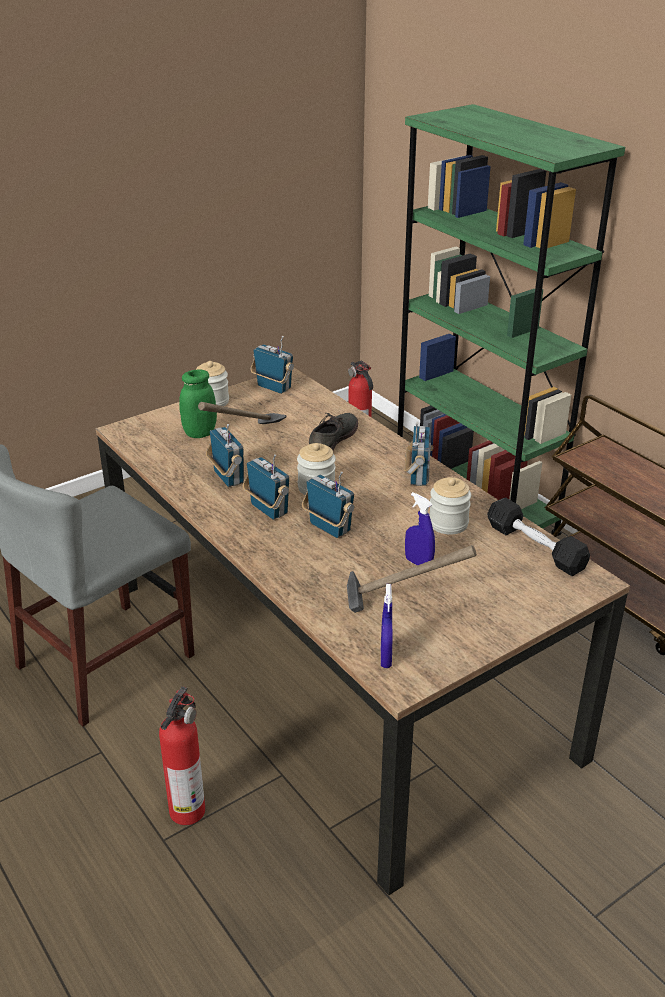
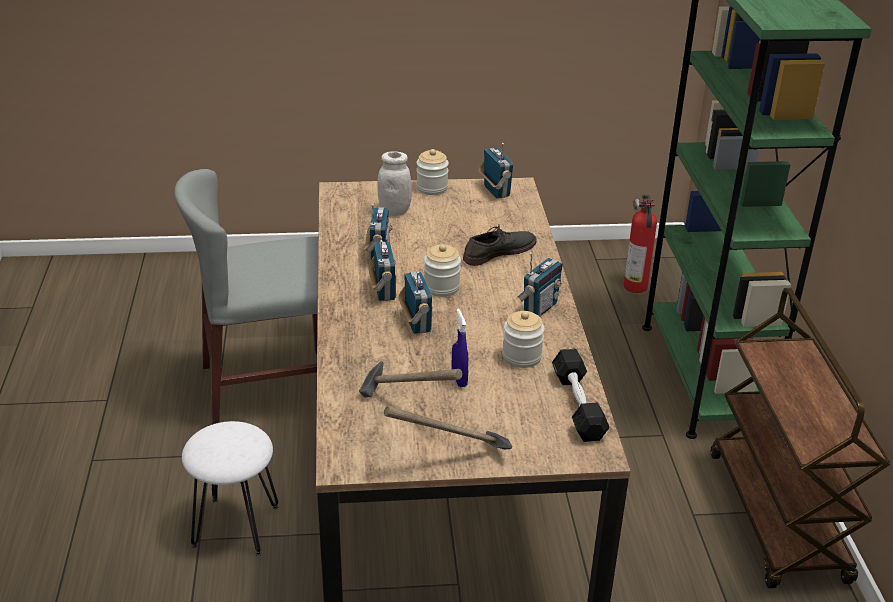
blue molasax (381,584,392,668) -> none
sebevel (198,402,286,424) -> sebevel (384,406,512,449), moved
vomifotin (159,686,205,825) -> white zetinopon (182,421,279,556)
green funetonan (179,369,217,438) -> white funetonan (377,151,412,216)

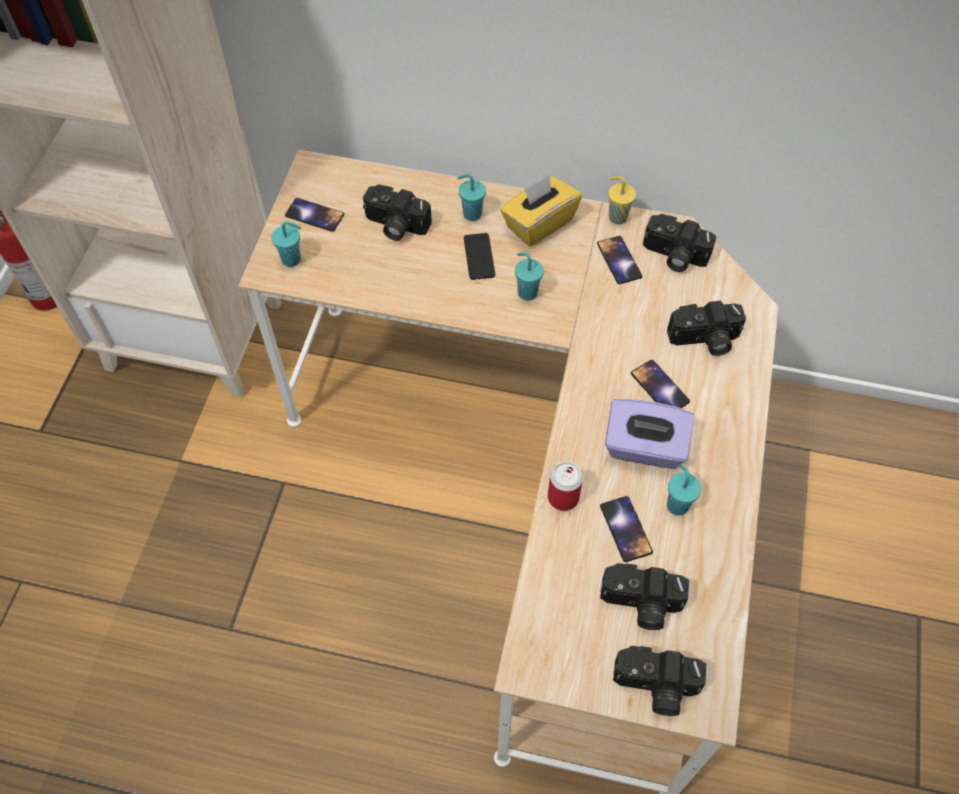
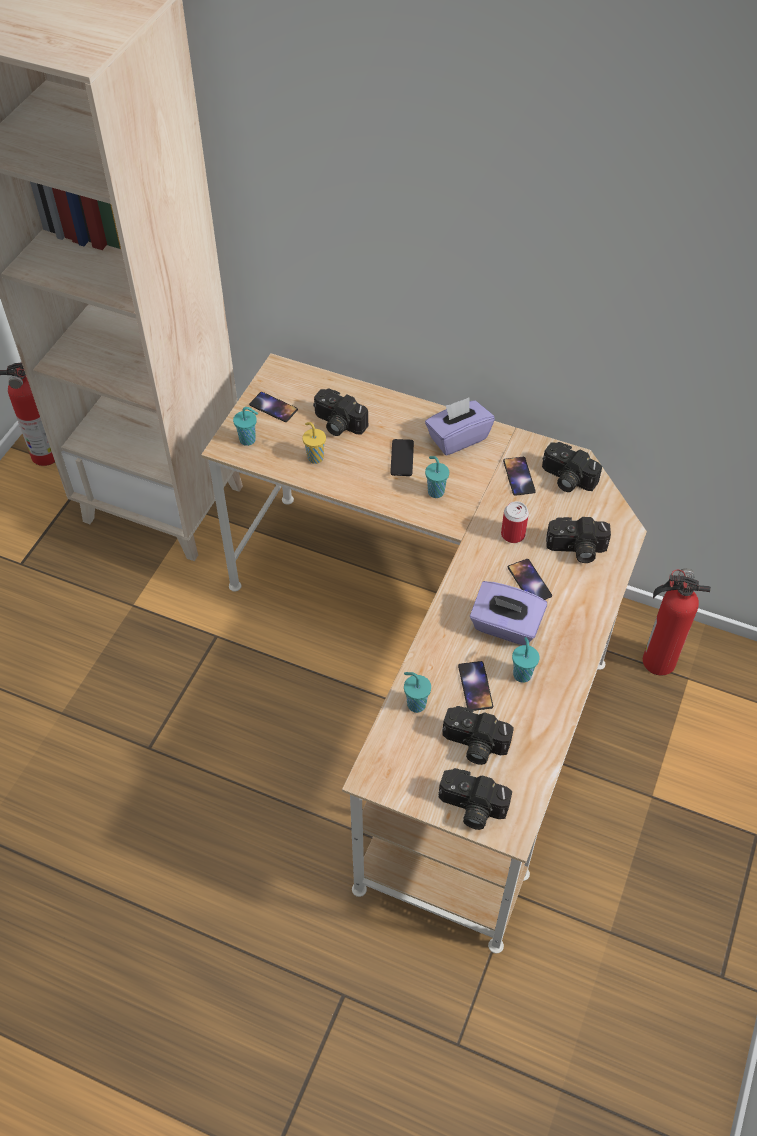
none -> vomifotin (643,568,711,676)
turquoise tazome (457,174,486,221) -> turquoise tazome (404,672,431,713), moved
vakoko (548,461,583,511) -> vakoko (501,501,529,543), moved
yellow tazome (608,176,636,224) -> yellow tazome (302,422,326,464), moved
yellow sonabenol (500,174,582,247) -> purple sonabenol (425,398,495,455)

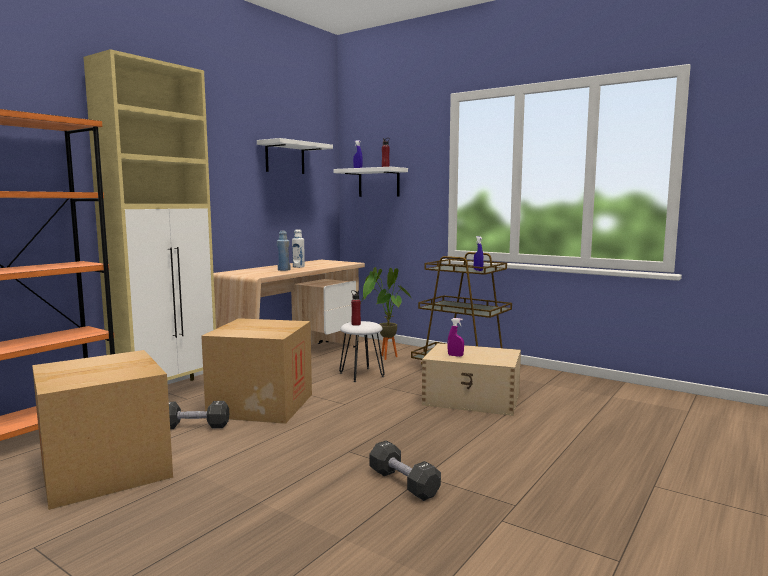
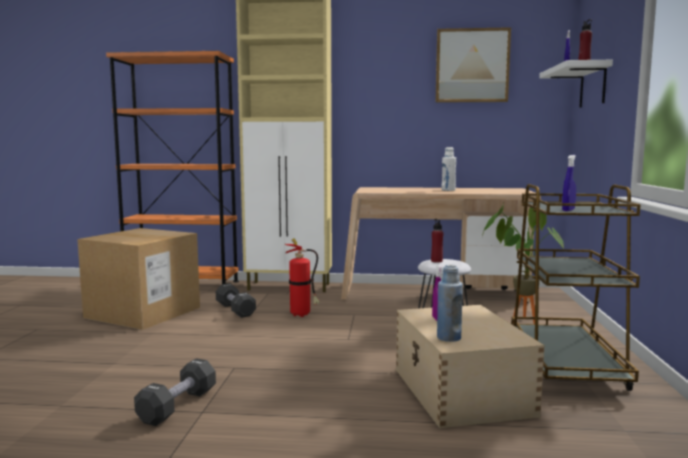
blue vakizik (277,231,291,271) -> blue vakizik (437,264,463,342), moved
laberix (201,318,312,424) -> vomifotin (284,239,320,317)
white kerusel (257,138,333,174) -> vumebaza (435,27,511,103)

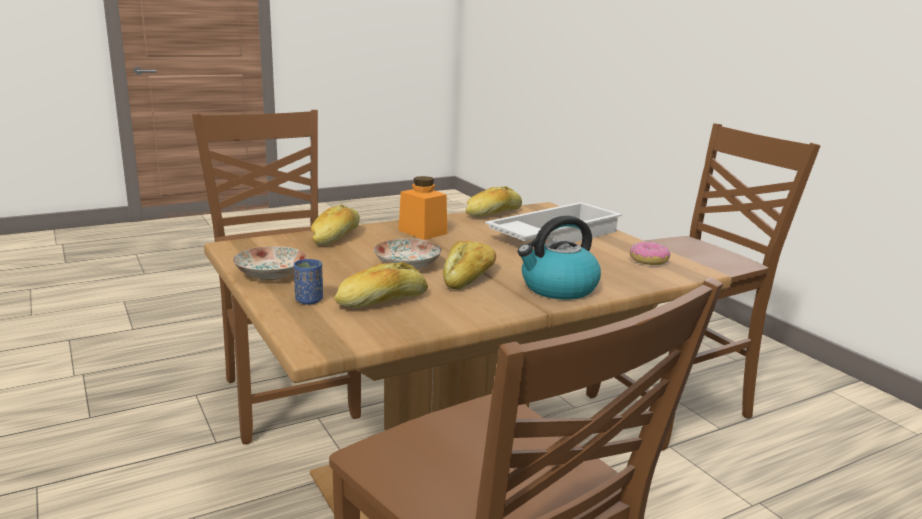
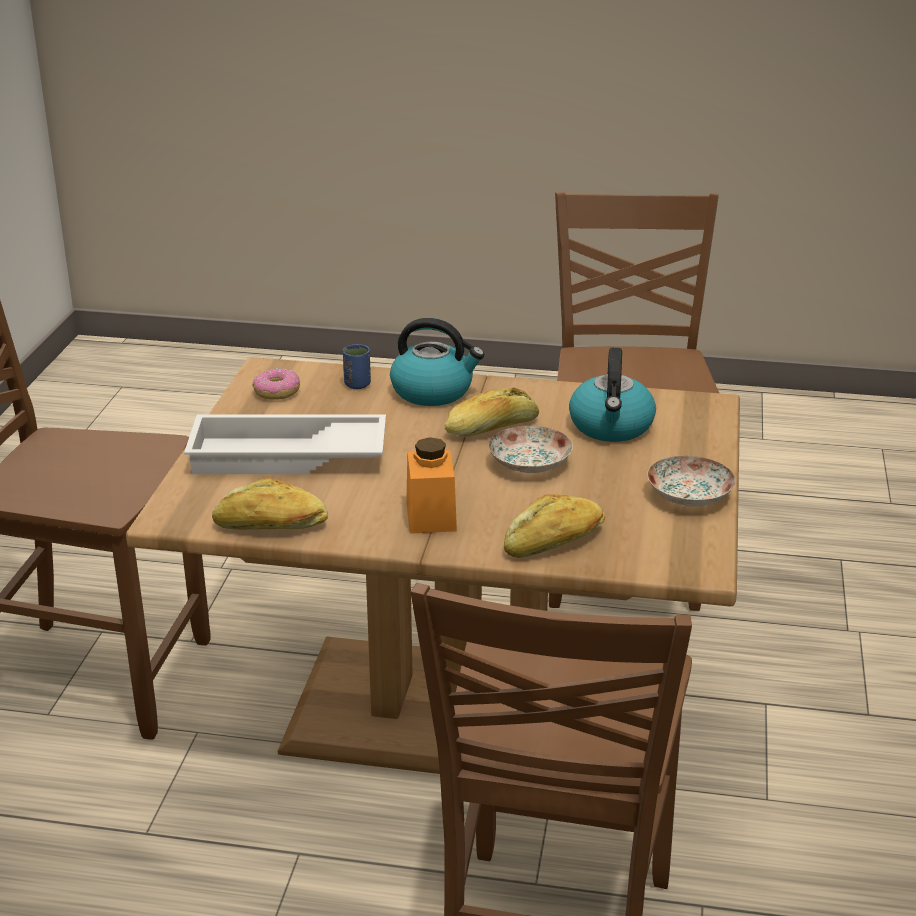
blue tazome (294,259,323,304) -> blue tazome (343,344,371,389), moved
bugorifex (335,262,428,309) -> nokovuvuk (569,348,656,442)

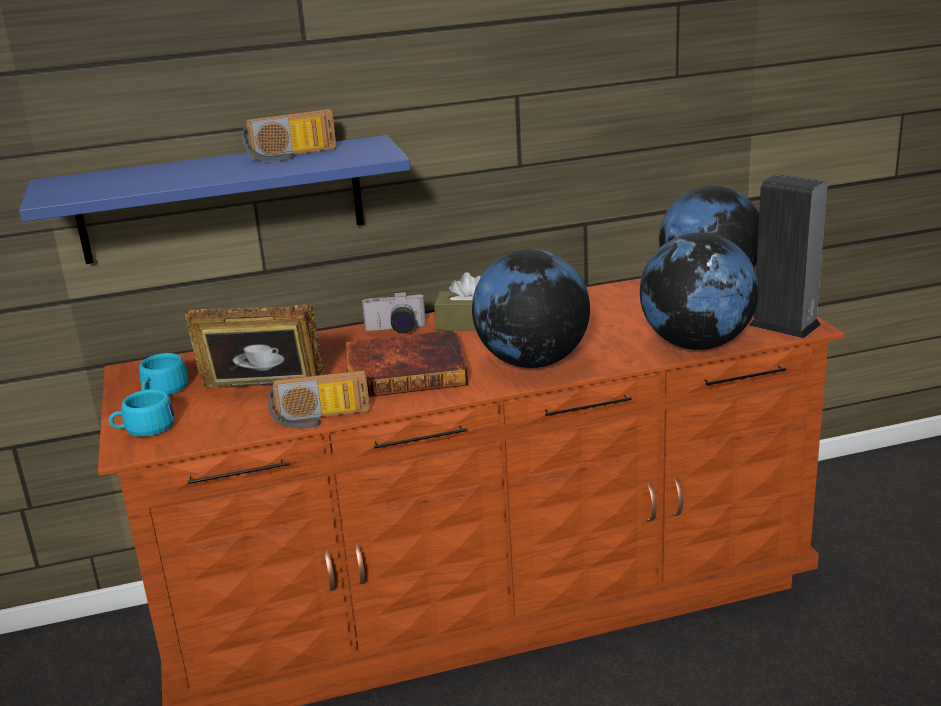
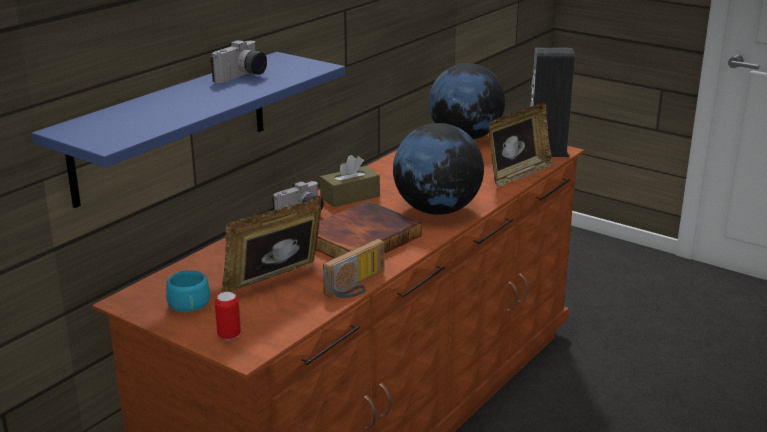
turquoise tazome (109,389,175,437) -> vakoko (215,292,241,340)
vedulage (242,109,336,162) -> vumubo (210,40,267,83)
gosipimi (640,233,759,350) -> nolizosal (488,103,553,187)

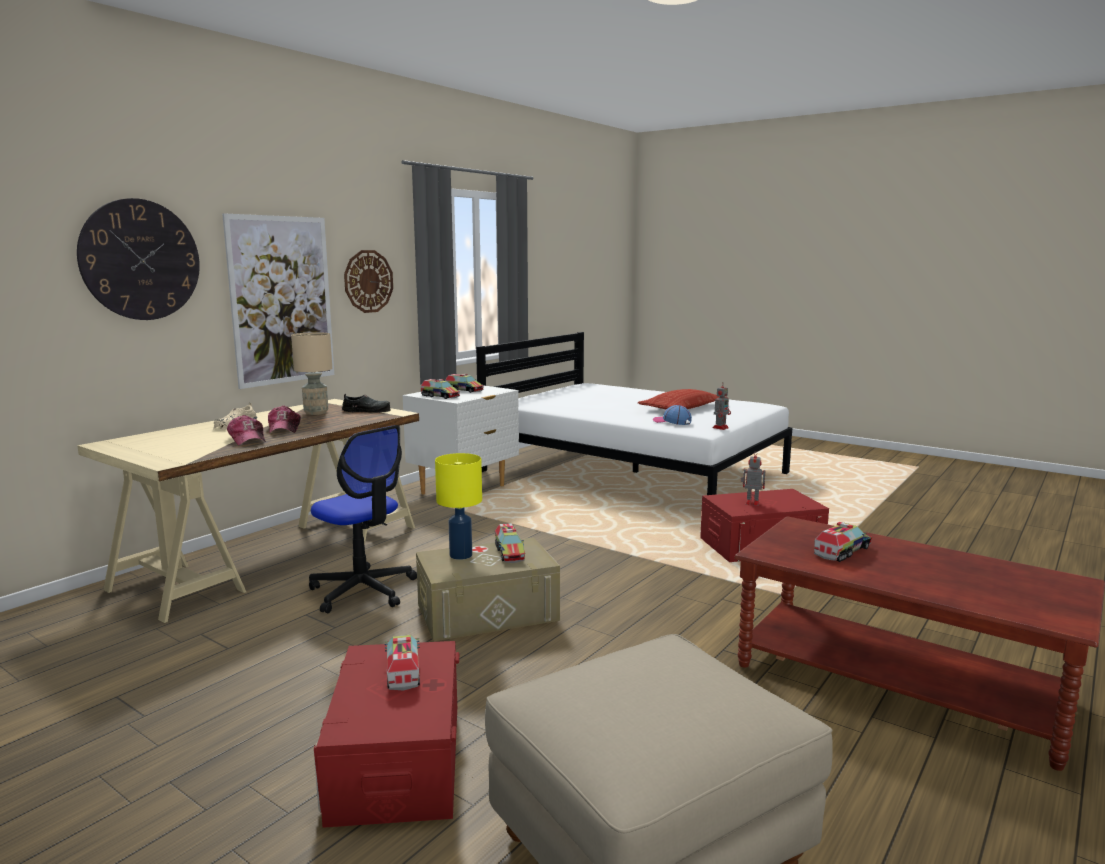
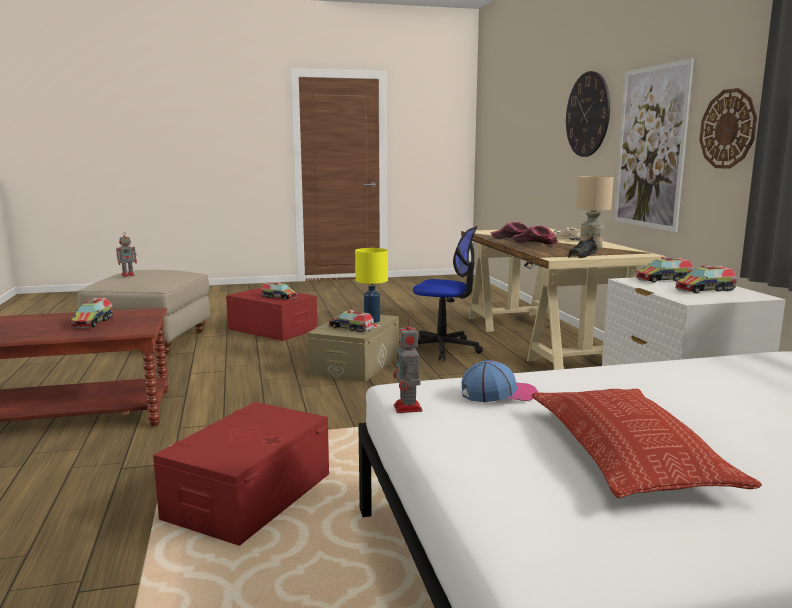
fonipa (741,451,765,506) -> fonipa (116,232,137,277), moved
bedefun (309,425,417,613) -> bedefun (413,226,483,361), 150 degrees counterclockwise

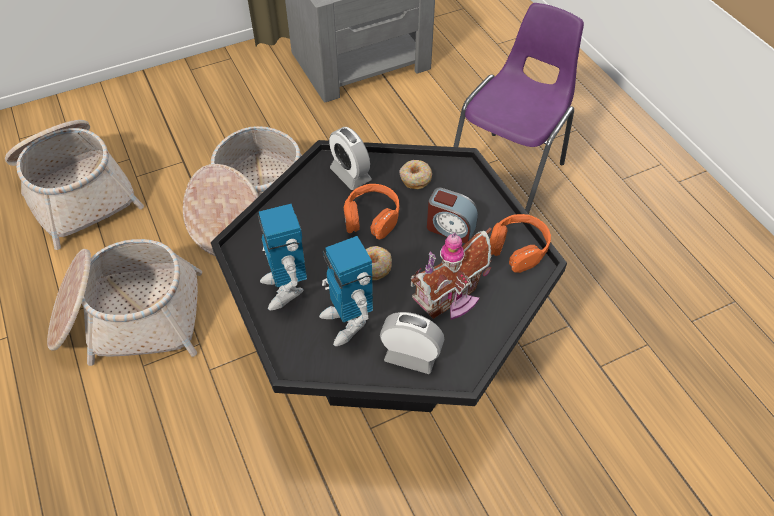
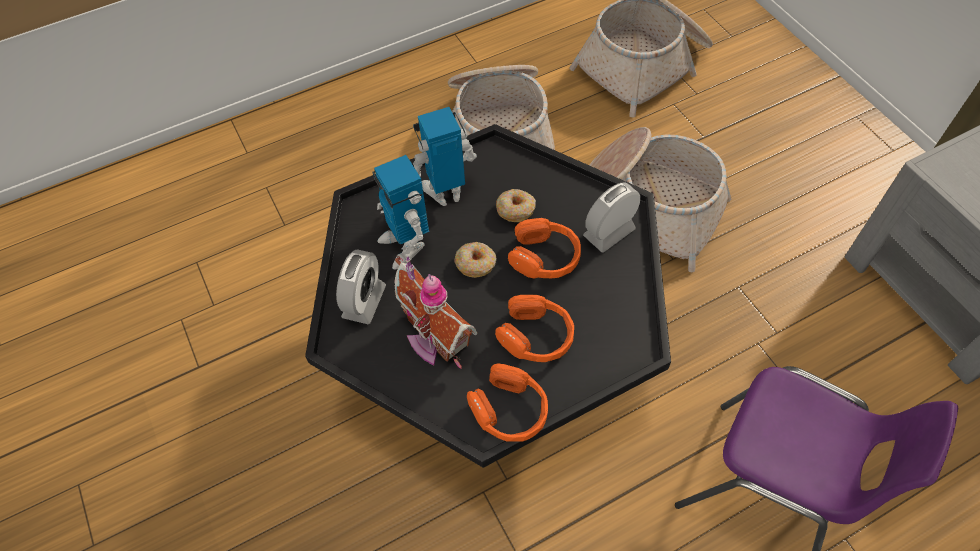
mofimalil (399,160,432,189) -> mofimalil (496,189,536,222), moved
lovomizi (427,188,478,243) -> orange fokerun (495,295,574,362)
fonipa (319,236,373,346) -> fonipa (372,155,429,270), 90 degrees counterclockwise

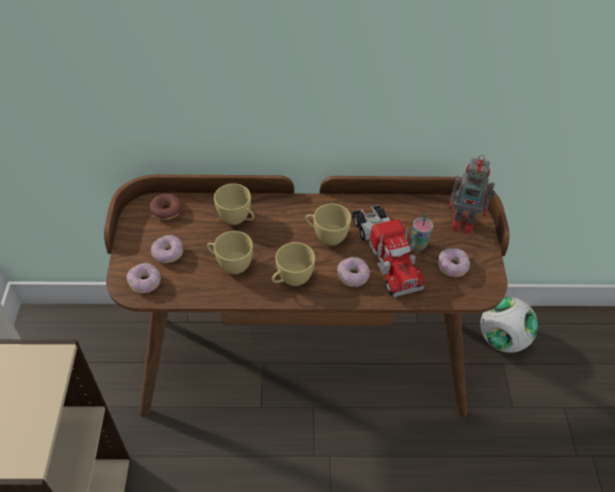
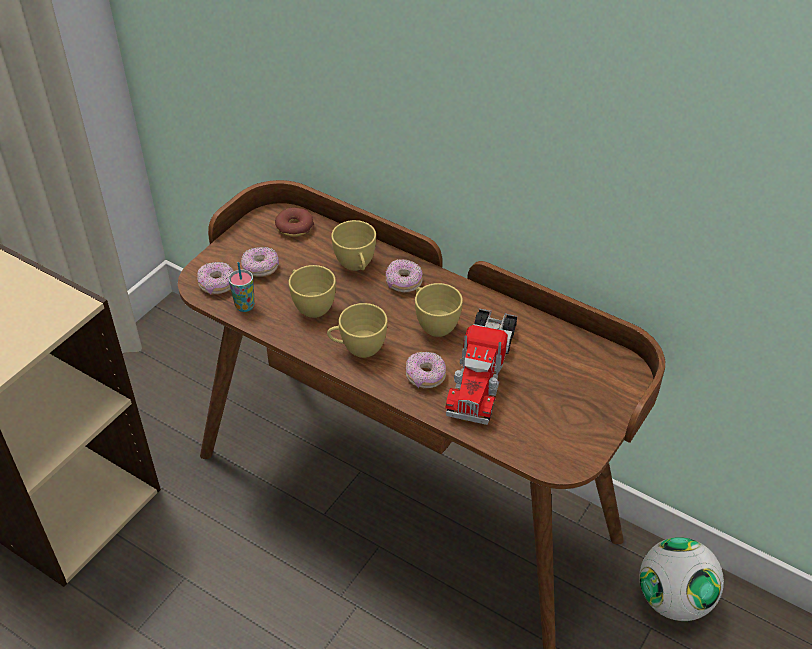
fonipa (448,155,495,234) -> none
tazome (411,213,433,251) -> tazome (228,262,255,312), moved
mofimalil (438,248,470,278) -> mofimalil (386,259,423,292), moved

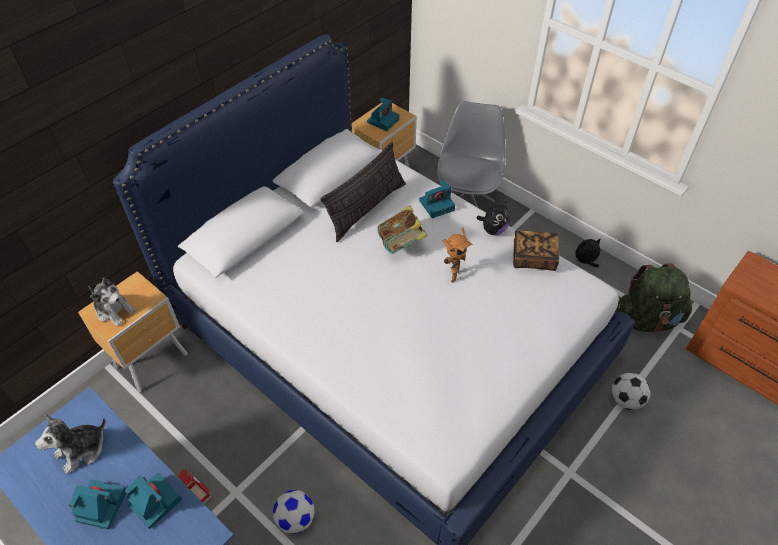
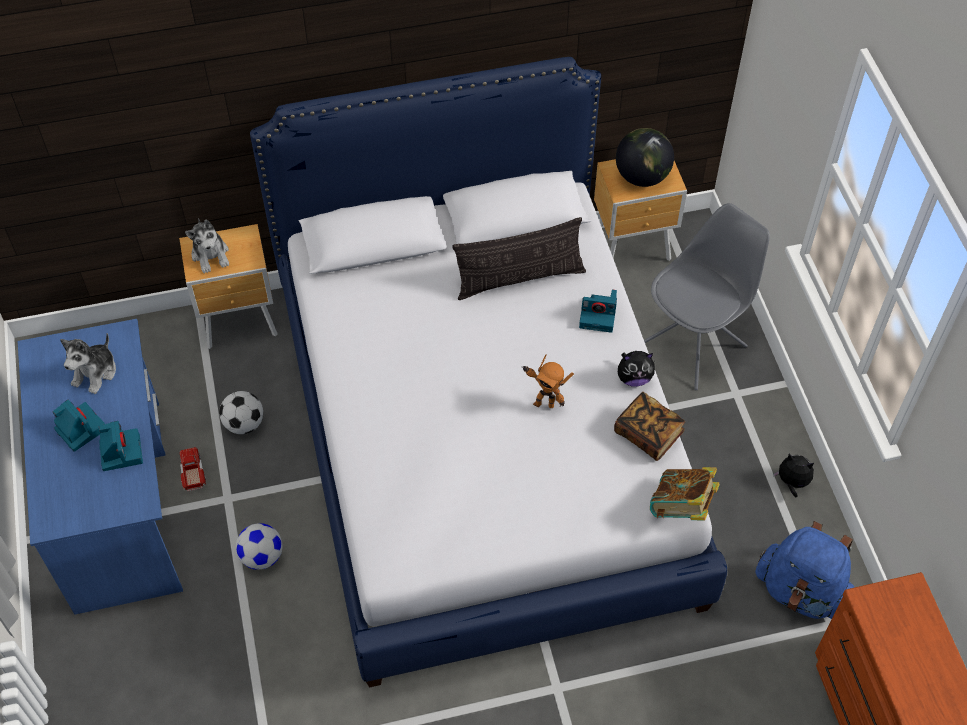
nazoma (377,205,428,254) -> nazoma (650,467,720,520), moved
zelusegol (612,373,651,410) -> zelusegol (219,391,263,434), moved
vumubo (367,98,399,131) -> gosipimi (616,128,674,187)
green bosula (615,264,692,332) -> blue bosula (756,521,855,619)
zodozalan (35,414,106,474) -> zodozalan (60,333,116,394), 60 degrees counterclockwise
fonipa (443,228,473,283) -> fonipa (522,355,574,408), 45 degrees clockwise

